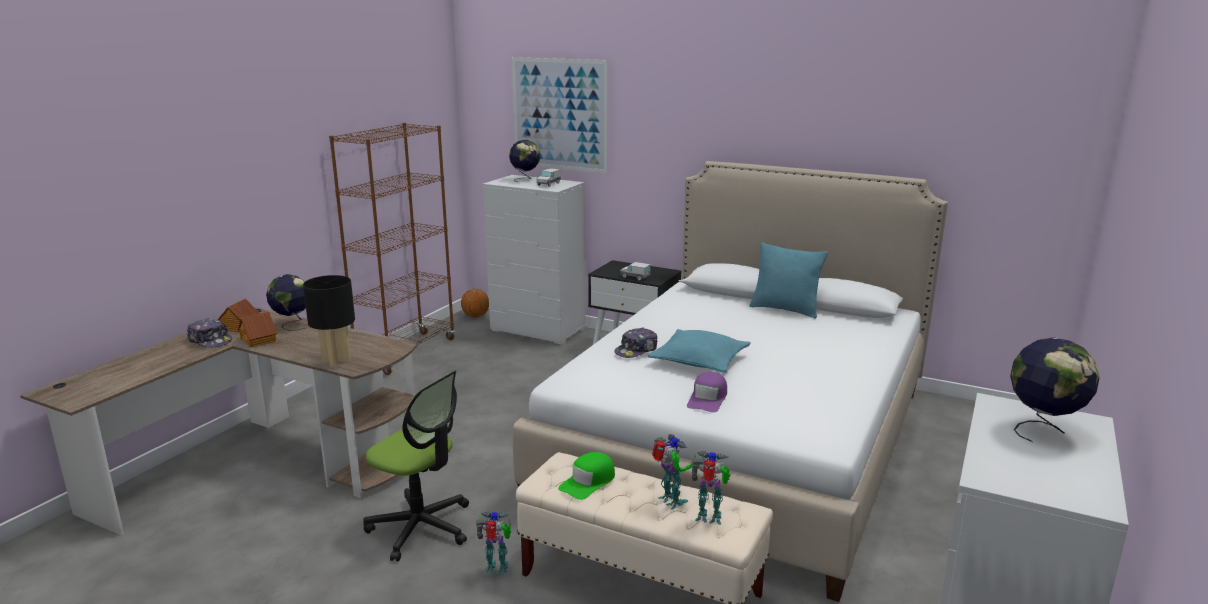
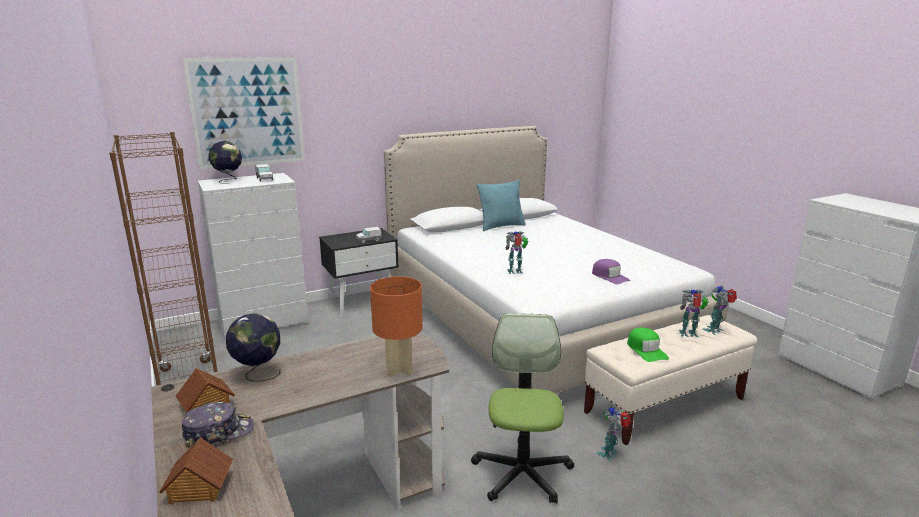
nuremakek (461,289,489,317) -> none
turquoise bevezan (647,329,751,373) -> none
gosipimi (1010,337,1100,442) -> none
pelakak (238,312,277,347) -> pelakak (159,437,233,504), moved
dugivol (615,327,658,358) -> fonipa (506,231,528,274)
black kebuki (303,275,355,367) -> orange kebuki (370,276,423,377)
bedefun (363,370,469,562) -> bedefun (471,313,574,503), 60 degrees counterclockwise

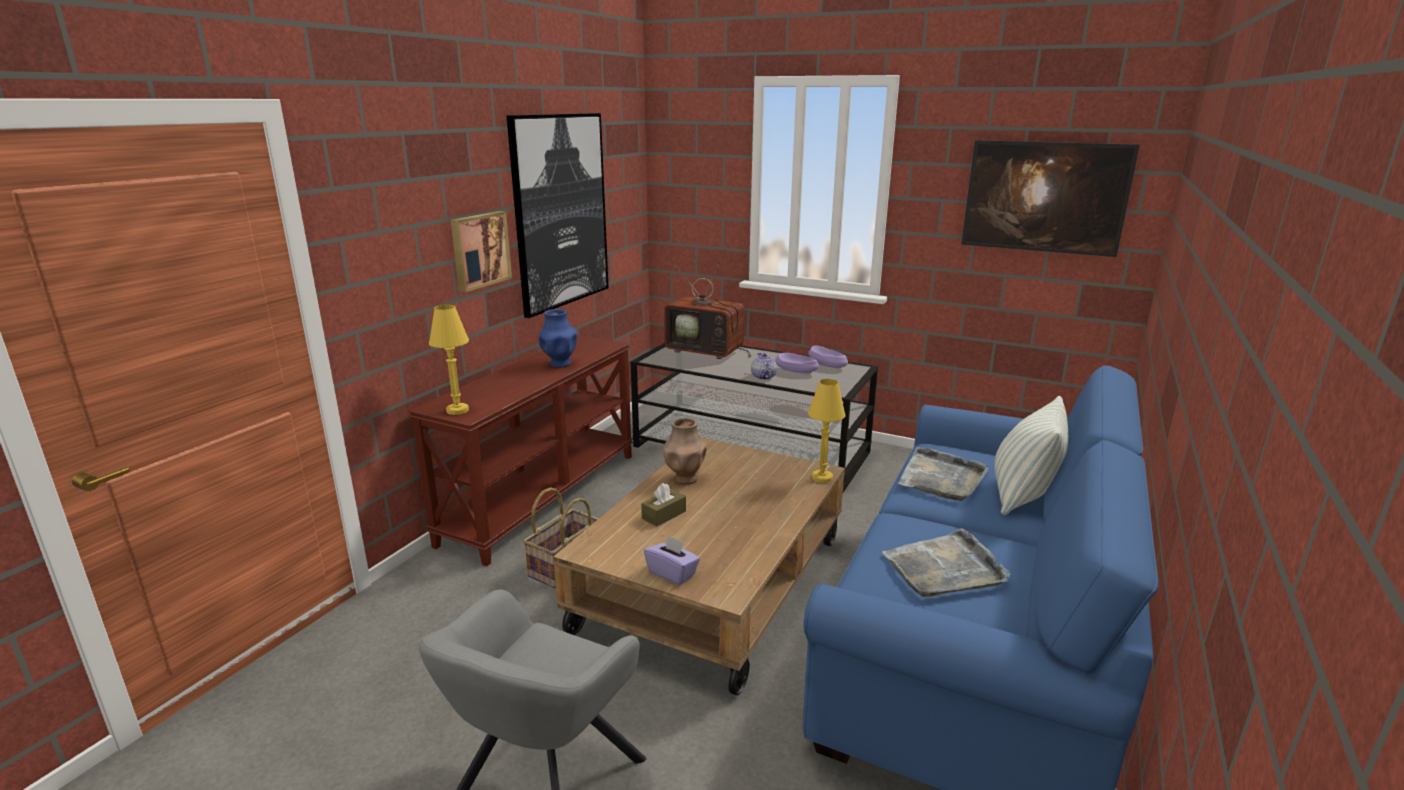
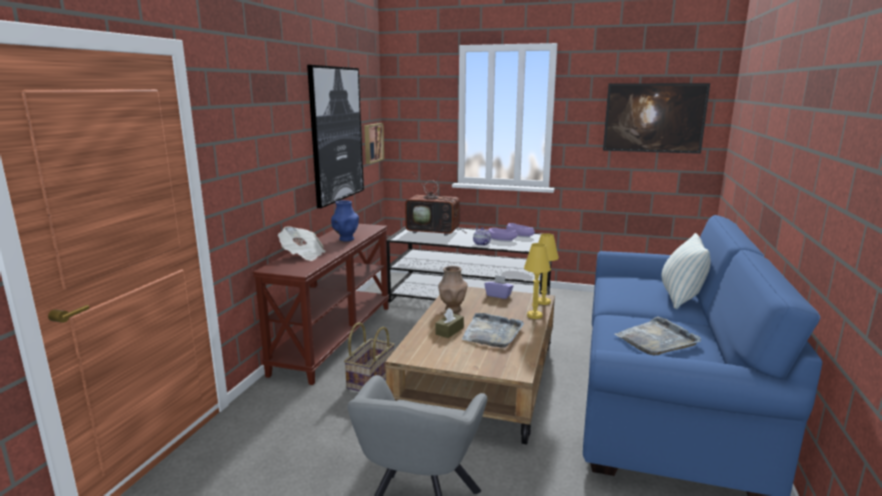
none -> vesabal (278,226,326,261)
yellow kebuki (429,305,469,415) -> yellow kebuki (524,243,551,319), moved
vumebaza (451,211,512,292) -> vumebaza (364,123,384,164), moved
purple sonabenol (644,535,700,585) -> purple sonabenol (484,275,513,299), moved
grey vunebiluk (898,447,989,501) -> grey vunebiluk (462,313,524,348), moved

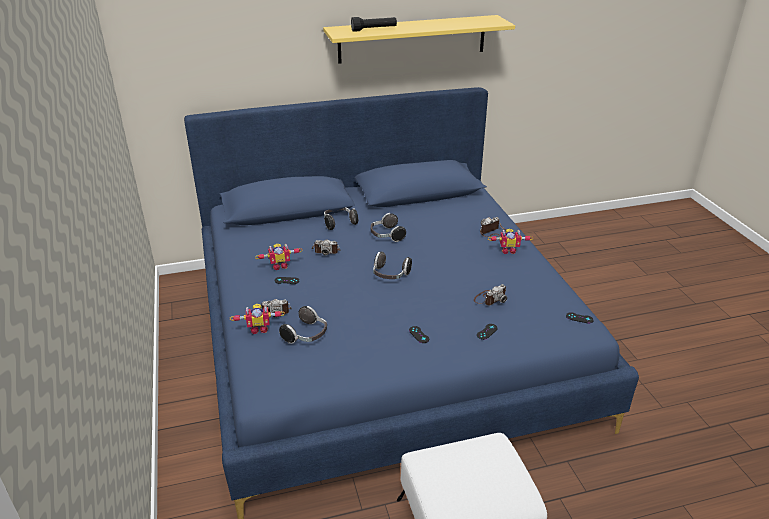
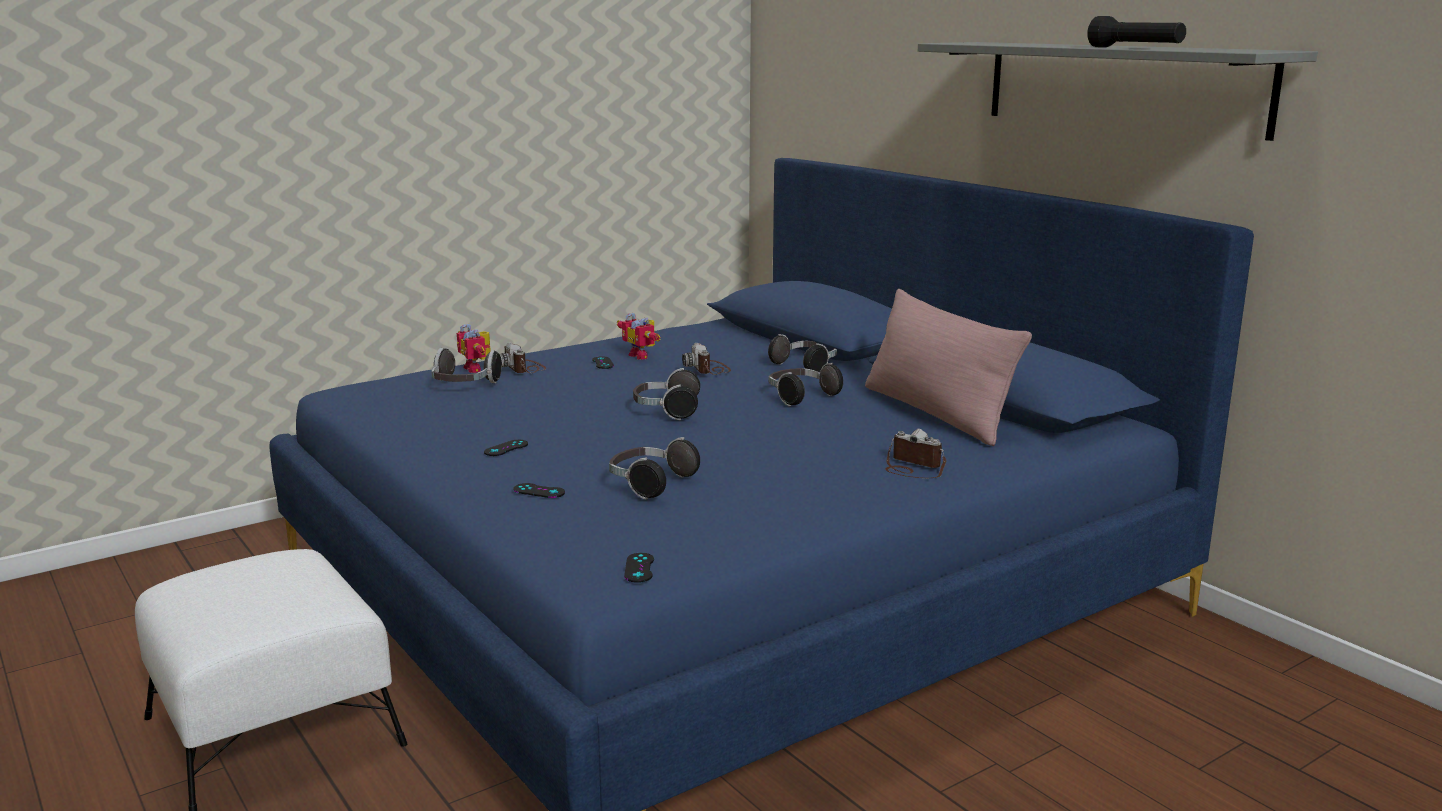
fonipa (488,229,534,254) -> none
none -> pink bevezan (865,289,1032,446)
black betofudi (351,17,397,32) -> black betofudi (1087,16,1186,47), moved
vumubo (474,284,507,305) -> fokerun (609,437,700,500)
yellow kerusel (323,15,515,64) -> grey kerusel (918,42,1318,141)

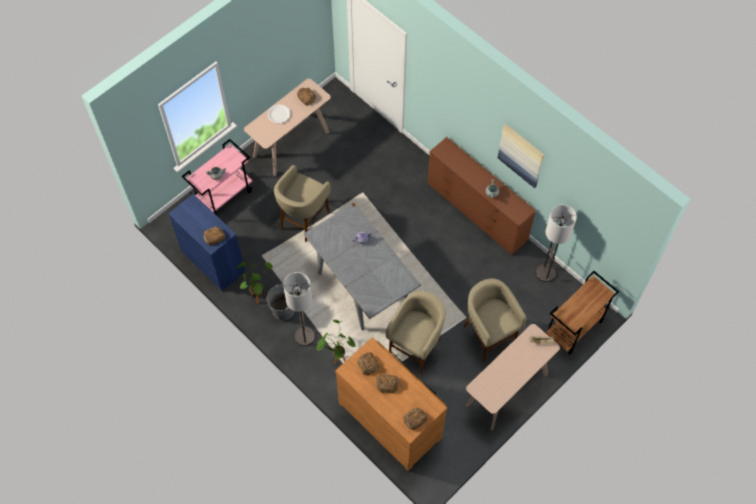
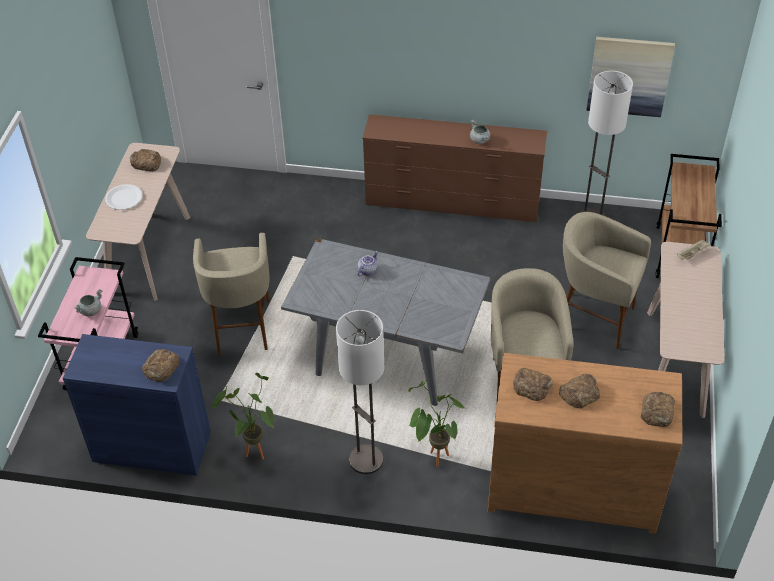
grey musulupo (266,284,297,320) -> none
vumebaza (498,124,544,188) -> vumebaza (587,37,675,117), moved

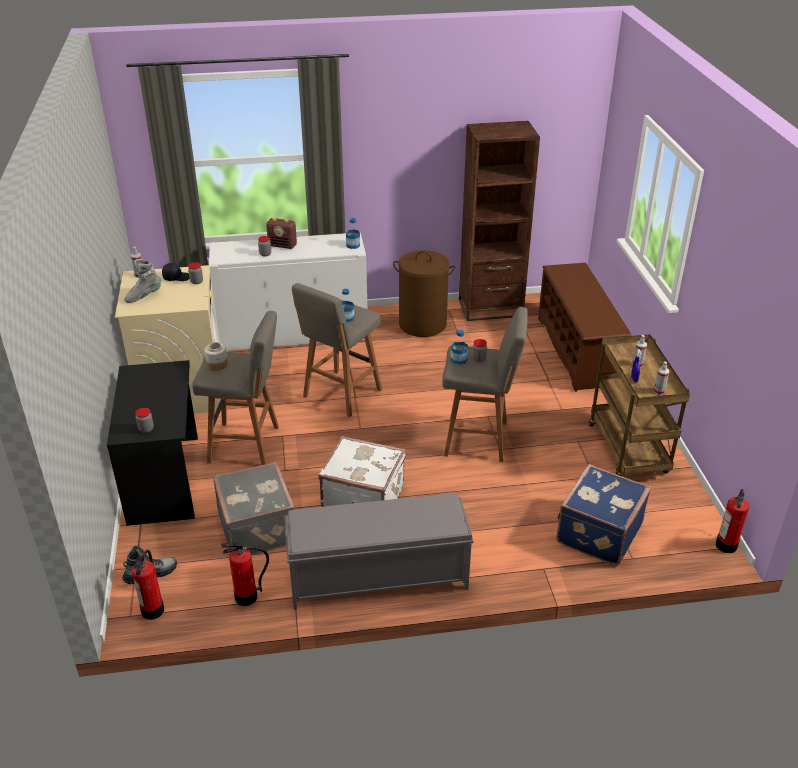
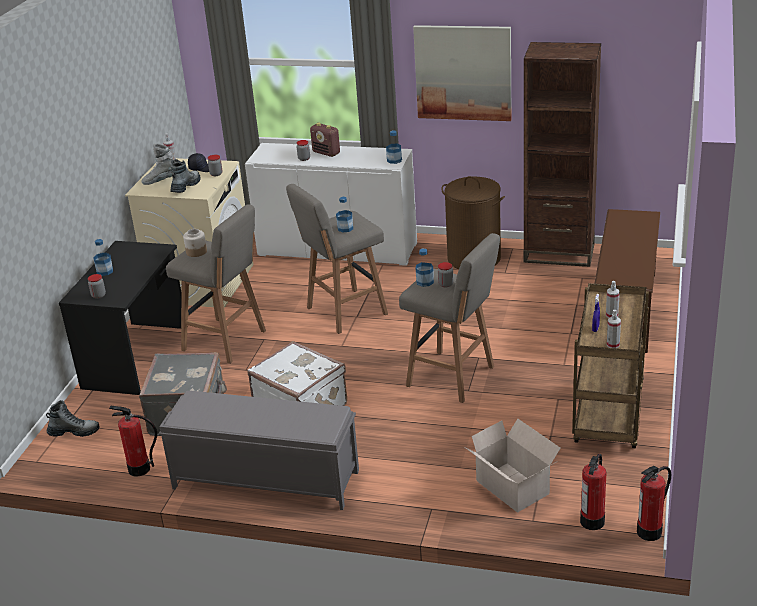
none -> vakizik (93,239,113,276)
none -> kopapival (170,159,201,193)
none -> vumebaza (413,25,512,121)
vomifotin (132,550,164,620) -> vomifotin (580,454,607,530), moved
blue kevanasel (556,464,651,566) -> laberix (465,419,560,513)

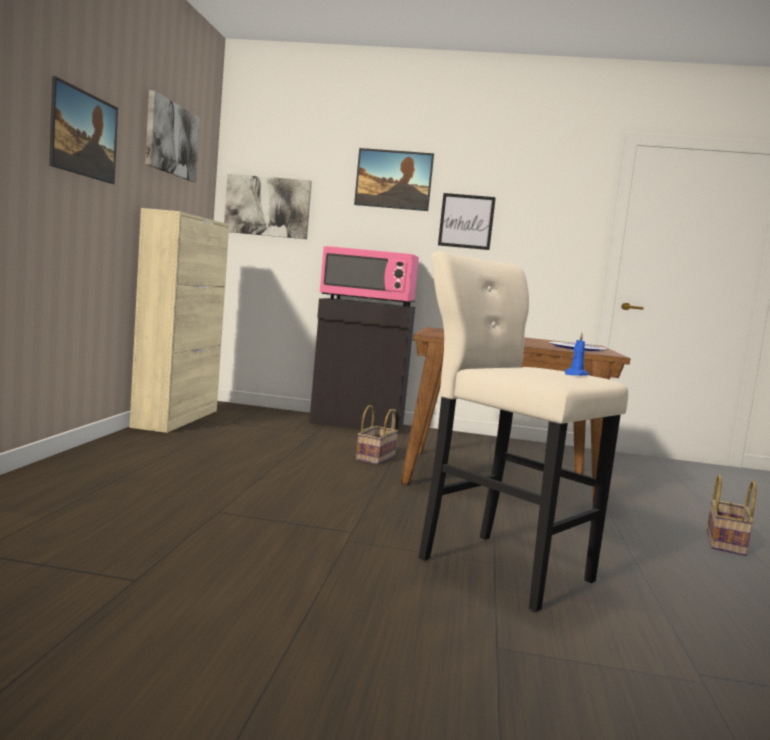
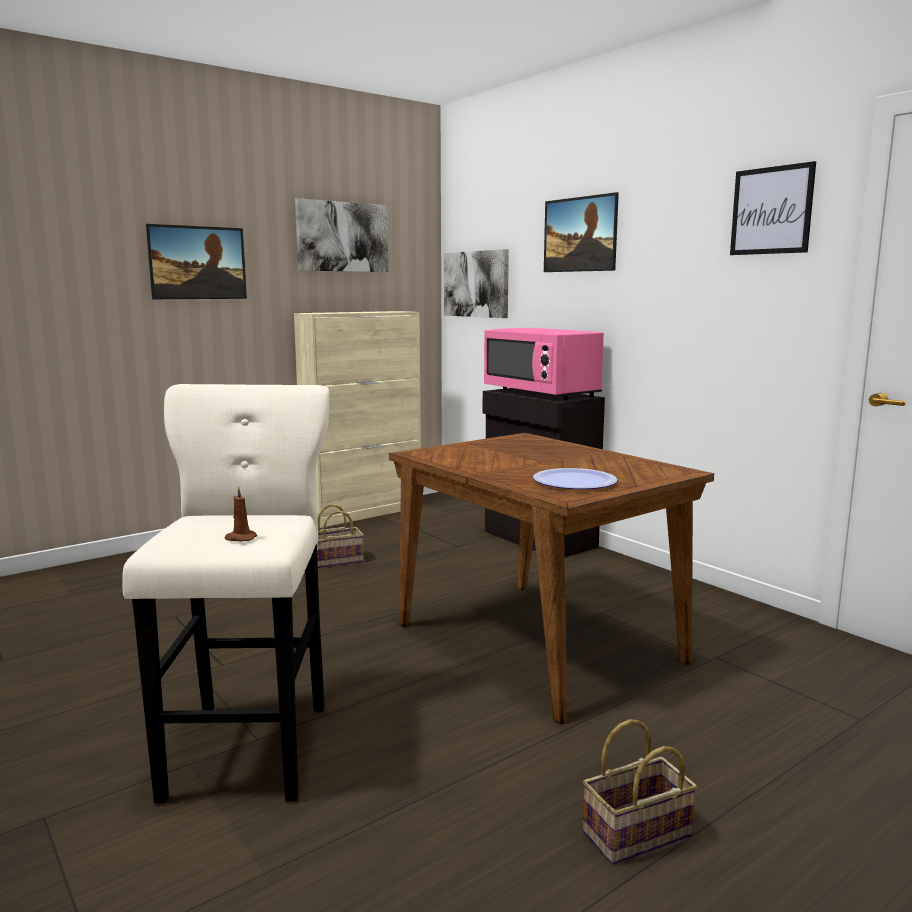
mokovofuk (356,405,398,465) -> mokovofuk (317,504,364,568), moved
vumebaza (438,193,496,250) -> vumebaza (730,161,816,255), moved
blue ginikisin (564,332,589,376) -> brown ginikisin (224,486,257,541)

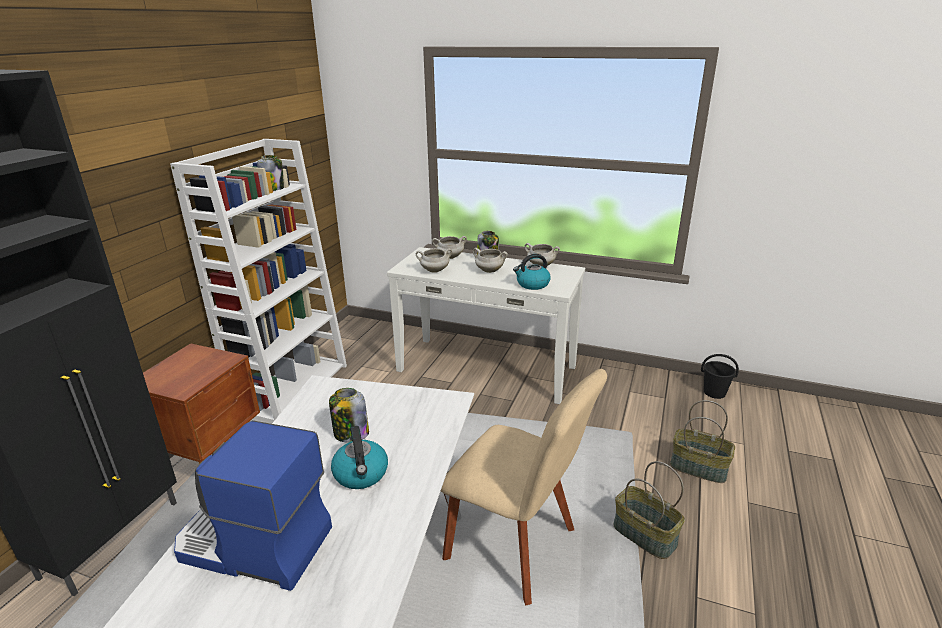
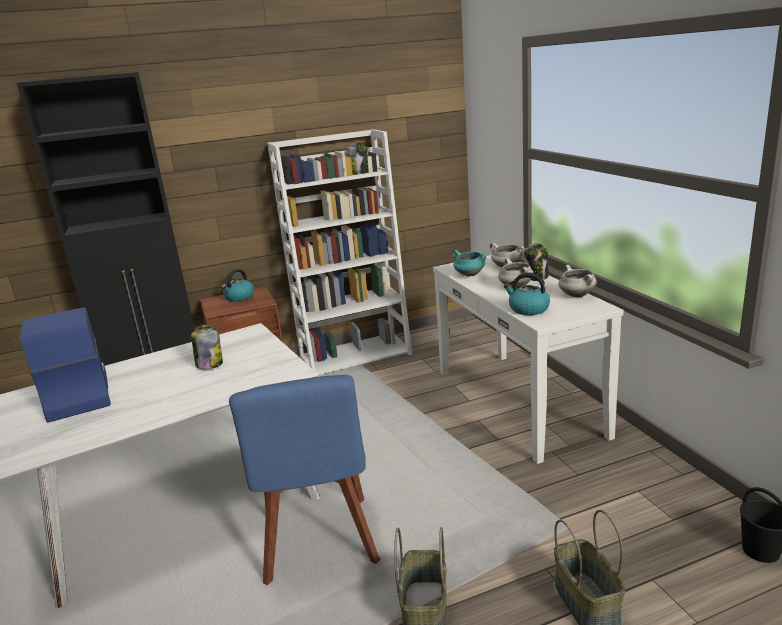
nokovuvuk (331,426,388,489) -> nokovuvuk (222,269,254,302), moved
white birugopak (416,248,452,273) -> turquoise birugopak (452,250,486,277)
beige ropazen (441,369,607,605) -> blue ropazen (229,375,380,585)

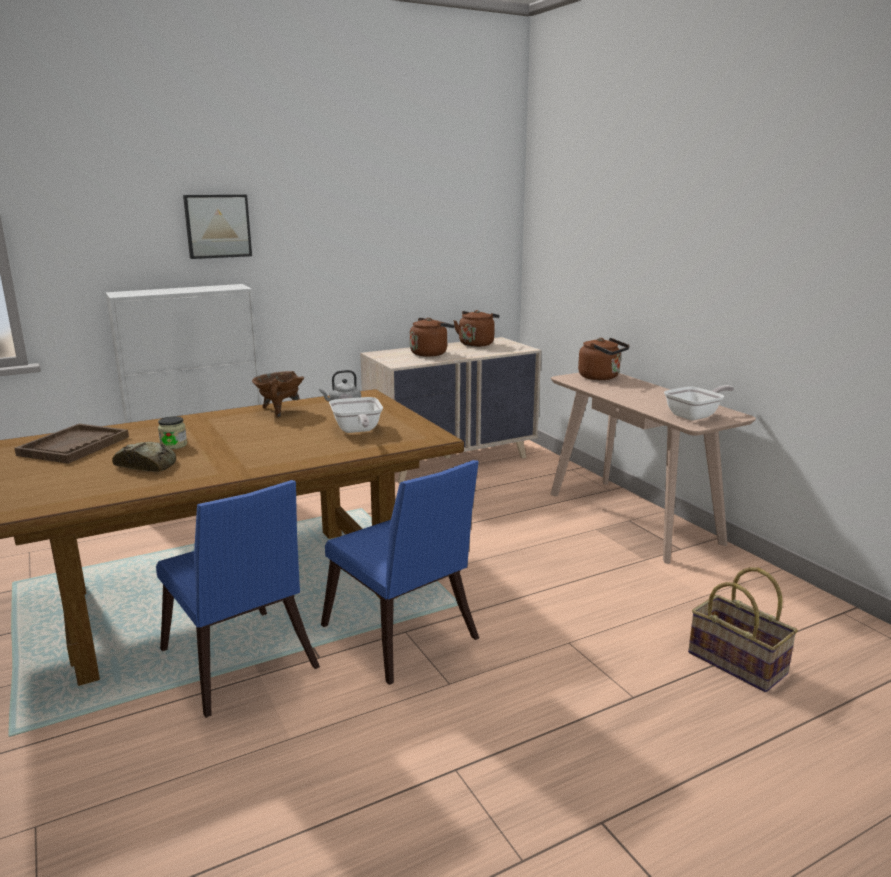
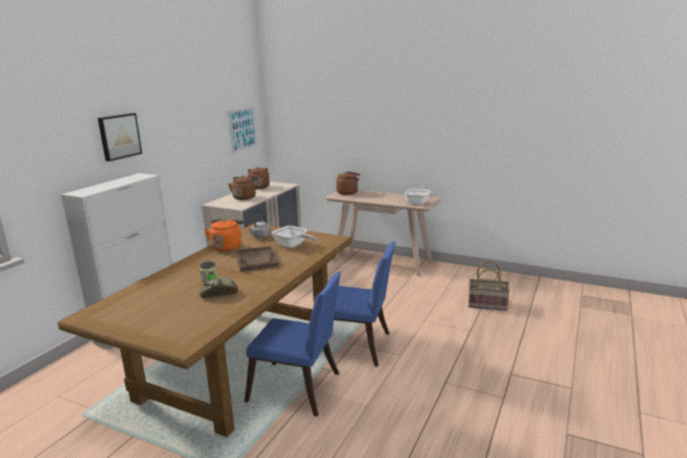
none -> vumebaza (228,107,257,153)
brown vunebiluk (14,424,129,464) -> brown vunebiluk (235,246,279,272), moved
brown birugopak (252,371,304,417) -> orange nokovuvuk (204,219,244,252)

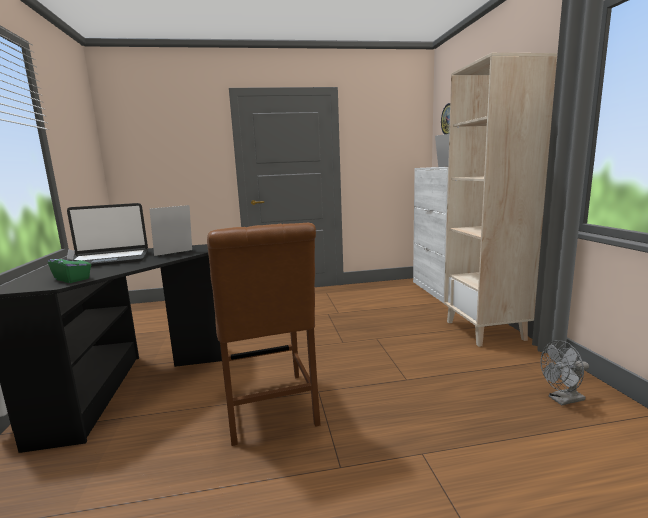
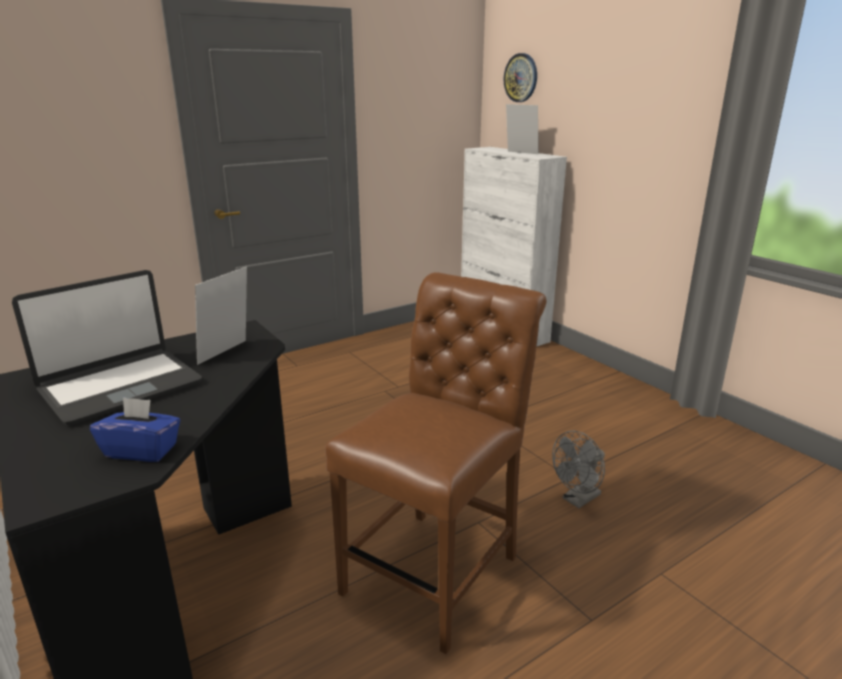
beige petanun (444,53,557,347) -> none
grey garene (540,340,589,405) -> grey garene (552,431,605,508), moved
green sonabenol (48,249,91,283) -> blue sonabenol (90,397,180,462)
brown ropazen (207,223,321,446) -> brown ropazen (325,272,547,654), 105 degrees counterclockwise

